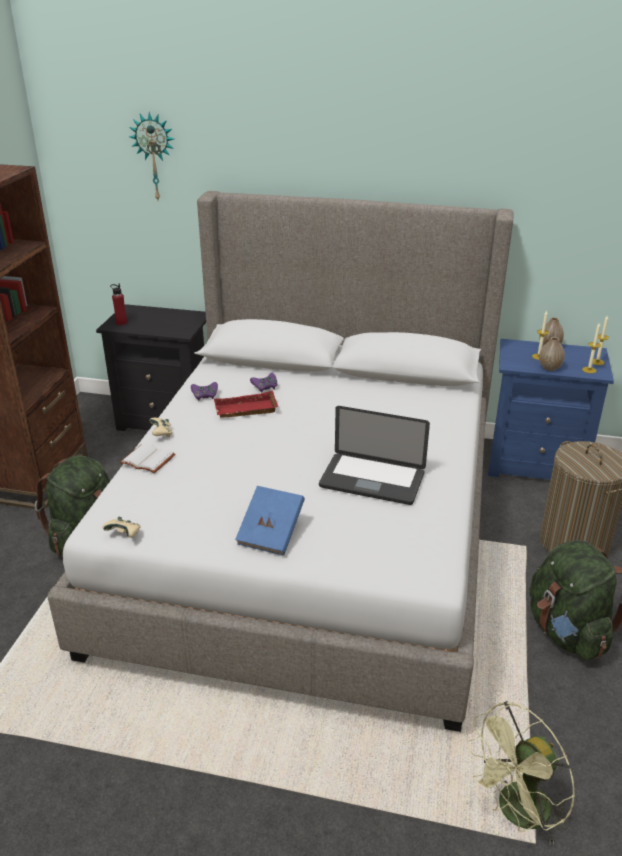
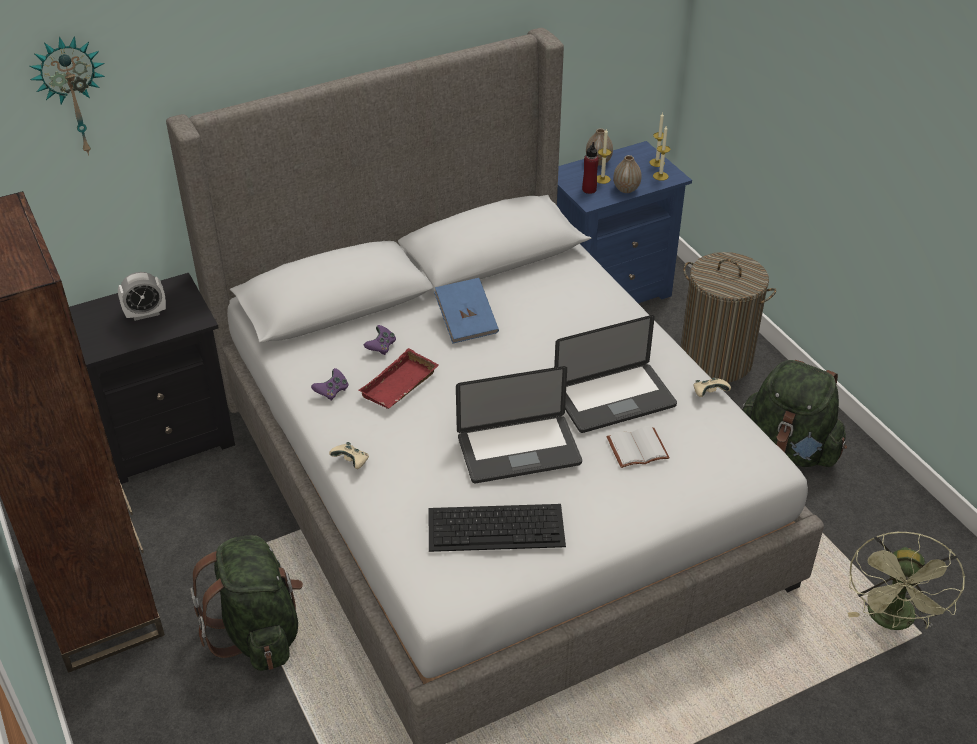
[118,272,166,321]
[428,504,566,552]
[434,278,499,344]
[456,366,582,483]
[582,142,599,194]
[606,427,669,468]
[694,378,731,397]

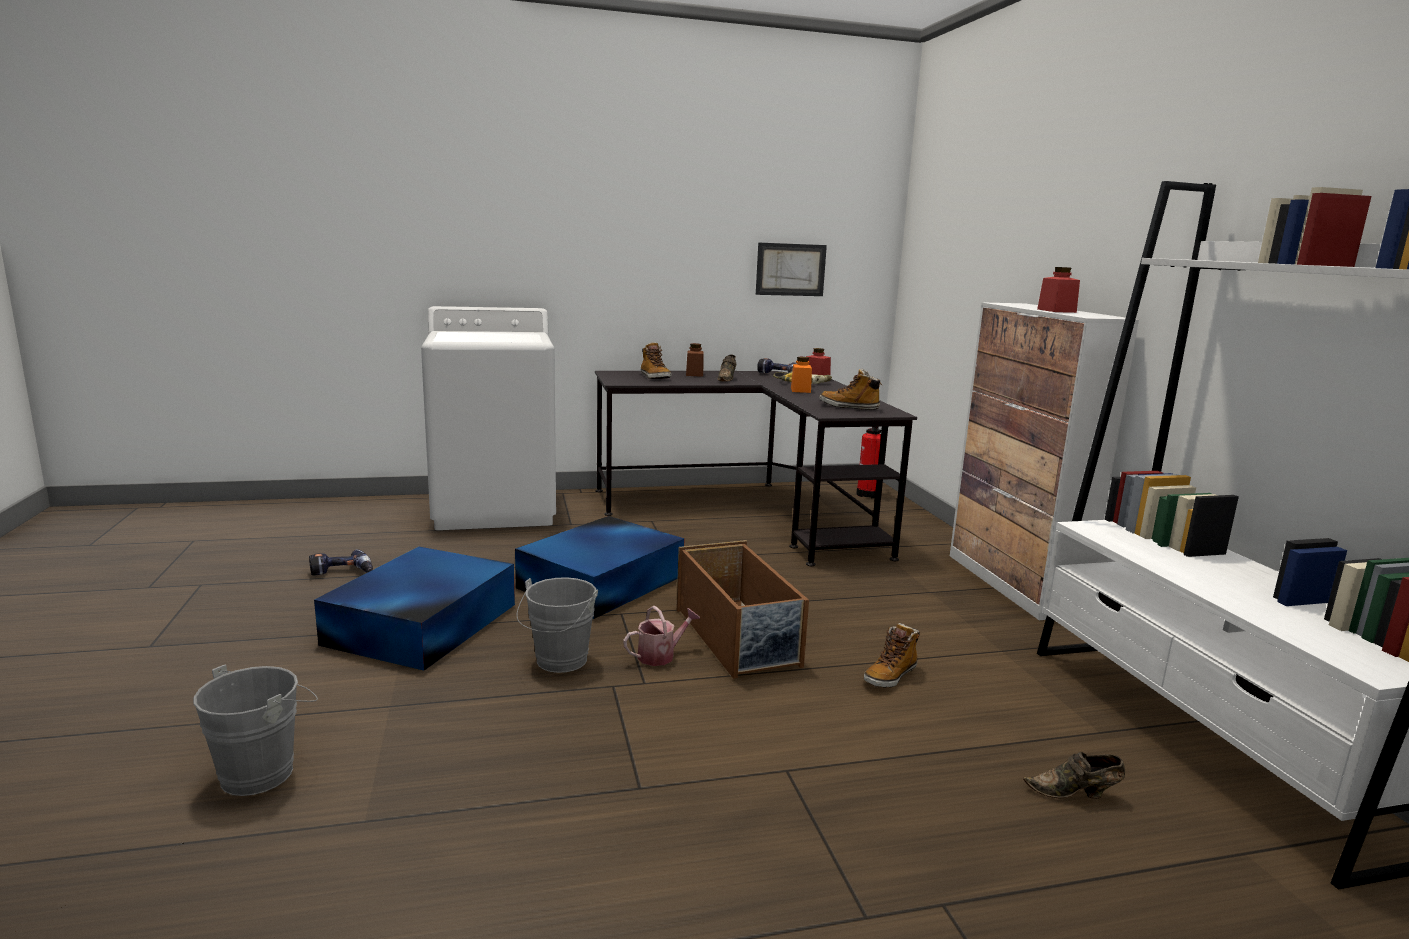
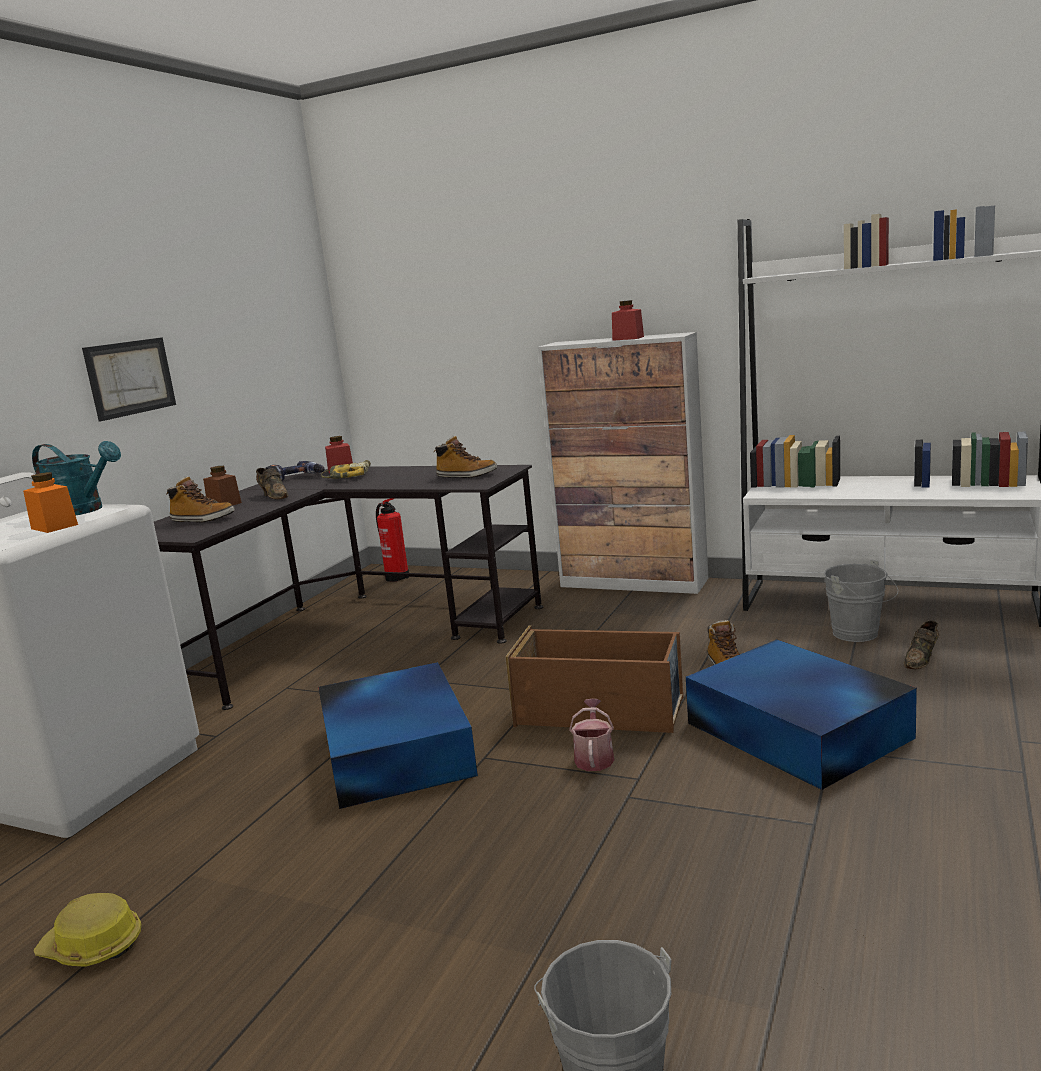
[23,472,78,533]
[32,441,121,515]
[34,893,142,967]
[82,337,176,421]
[434,436,497,478]
[686,639,917,790]
[823,559,898,642]

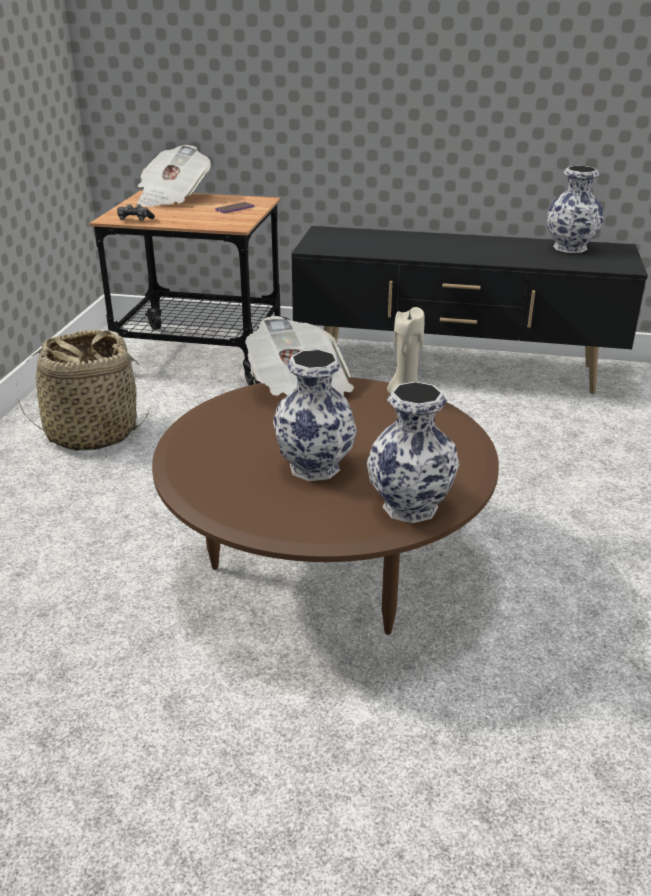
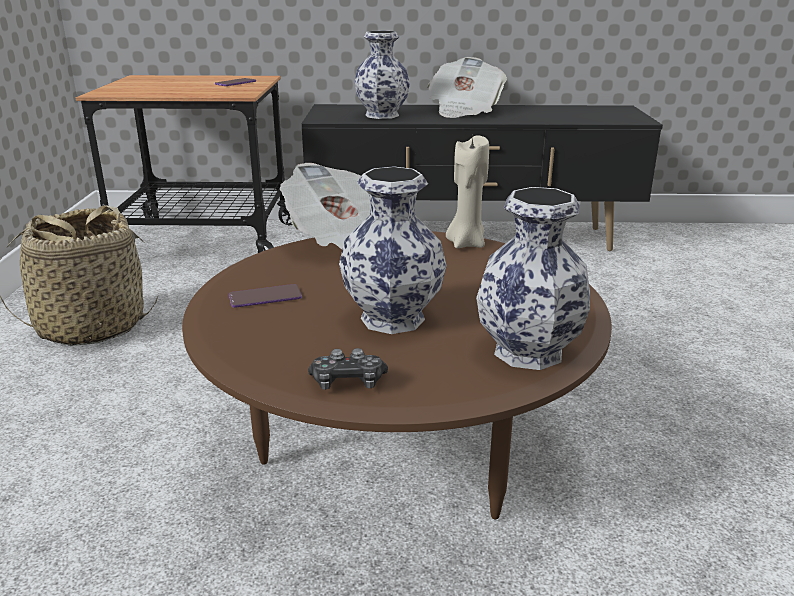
[229,284,302,308]
[308,348,388,390]
[354,31,410,119]
[428,57,507,118]

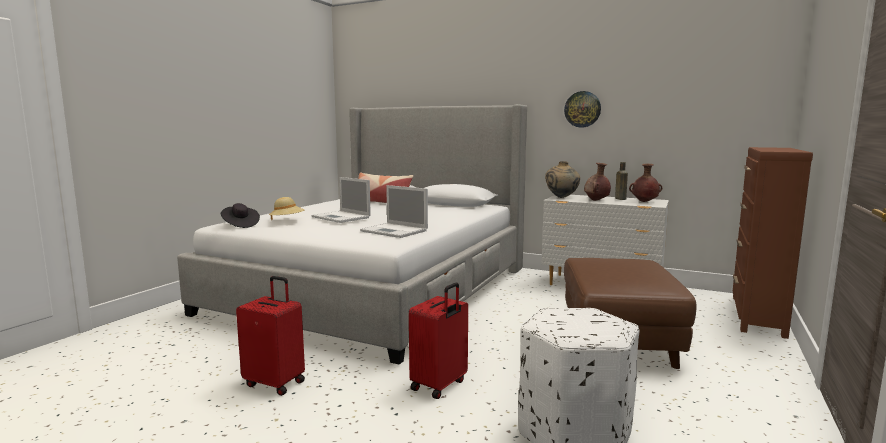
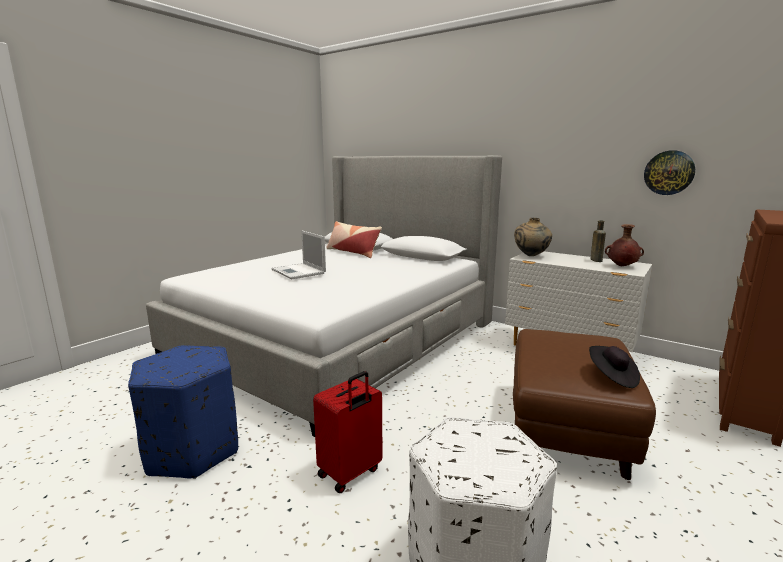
[128,345,238,479]
[589,346,640,388]
[644,150,695,195]
[269,197,304,220] (first image)
[360,185,428,238] (first image)
[584,163,611,201] (first image)

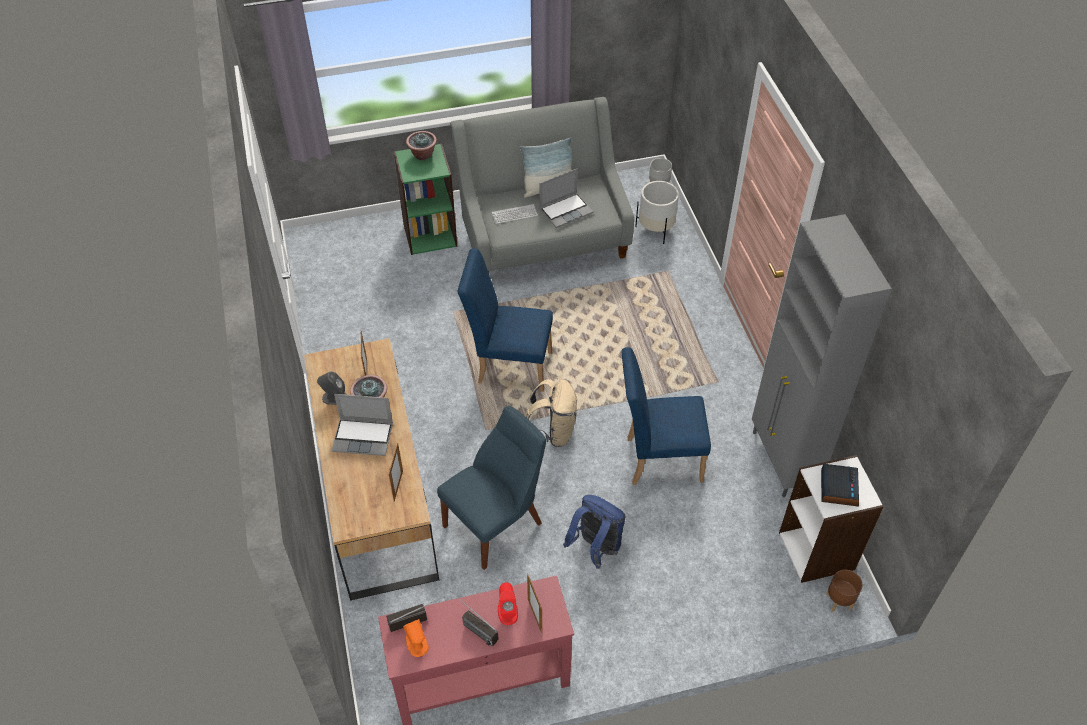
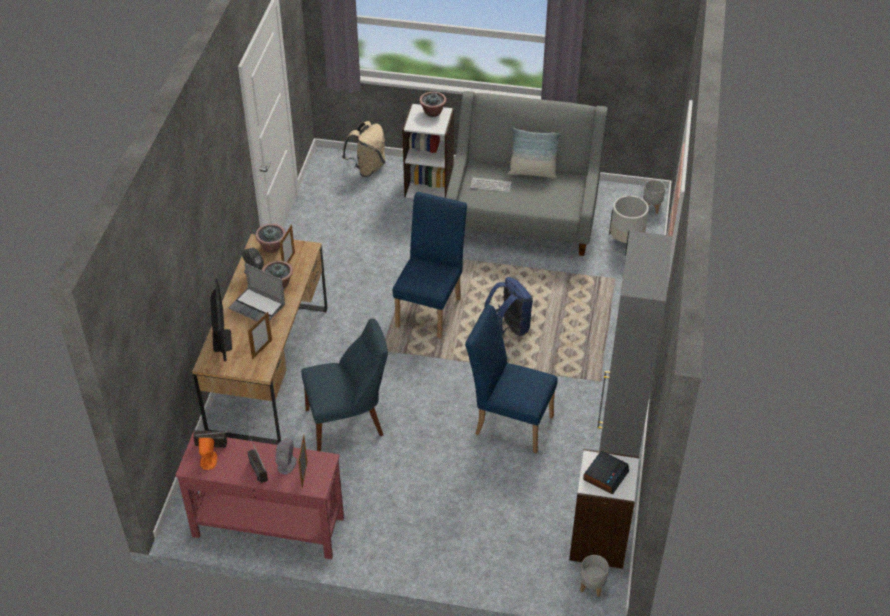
[210,278,232,361]
[255,224,286,253]
[275,438,297,474]
[342,121,385,177]
[393,192,467,338]
[402,103,454,199]
[484,277,533,336]
[580,555,609,597]
[539,169,593,228] (first image)

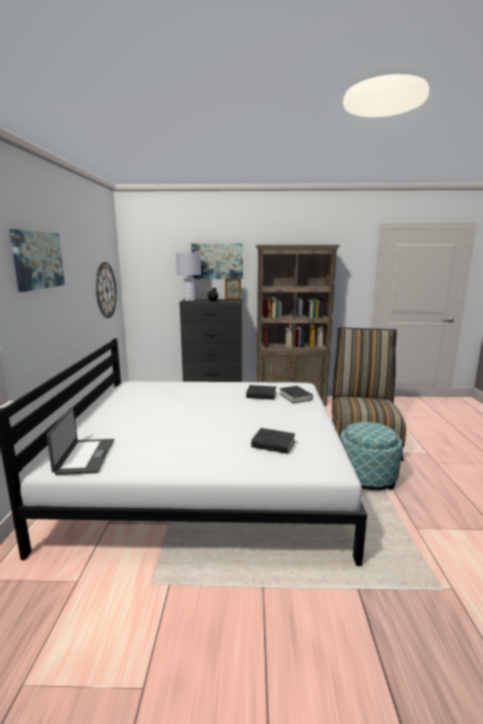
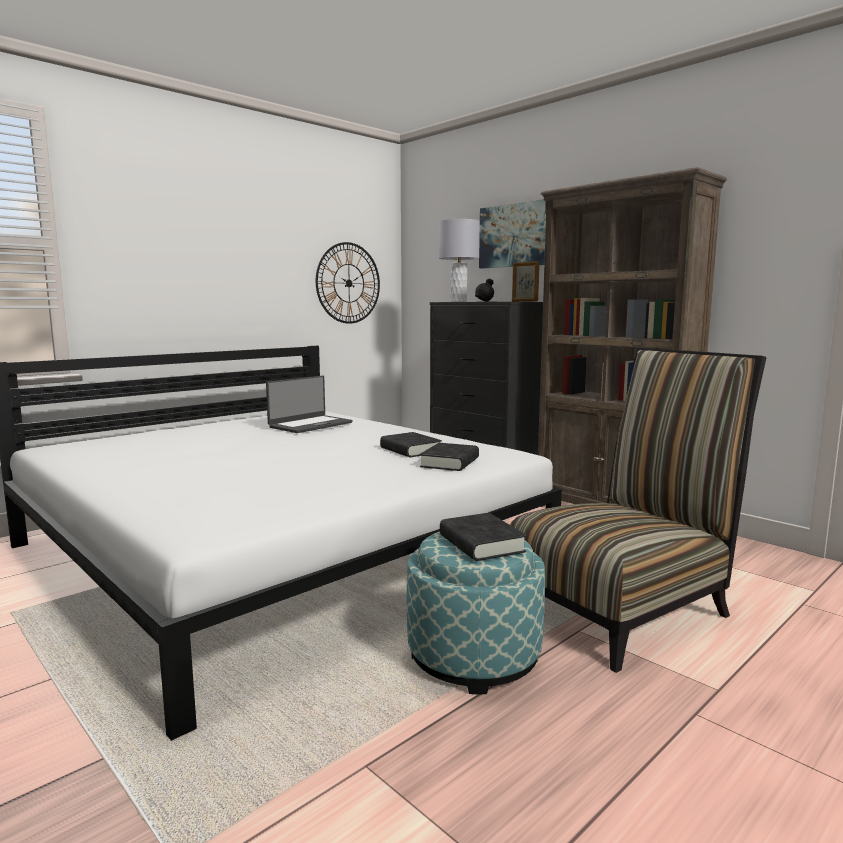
[266,376,353,433]
[440,513,527,561]
[9,229,65,292] (first image)

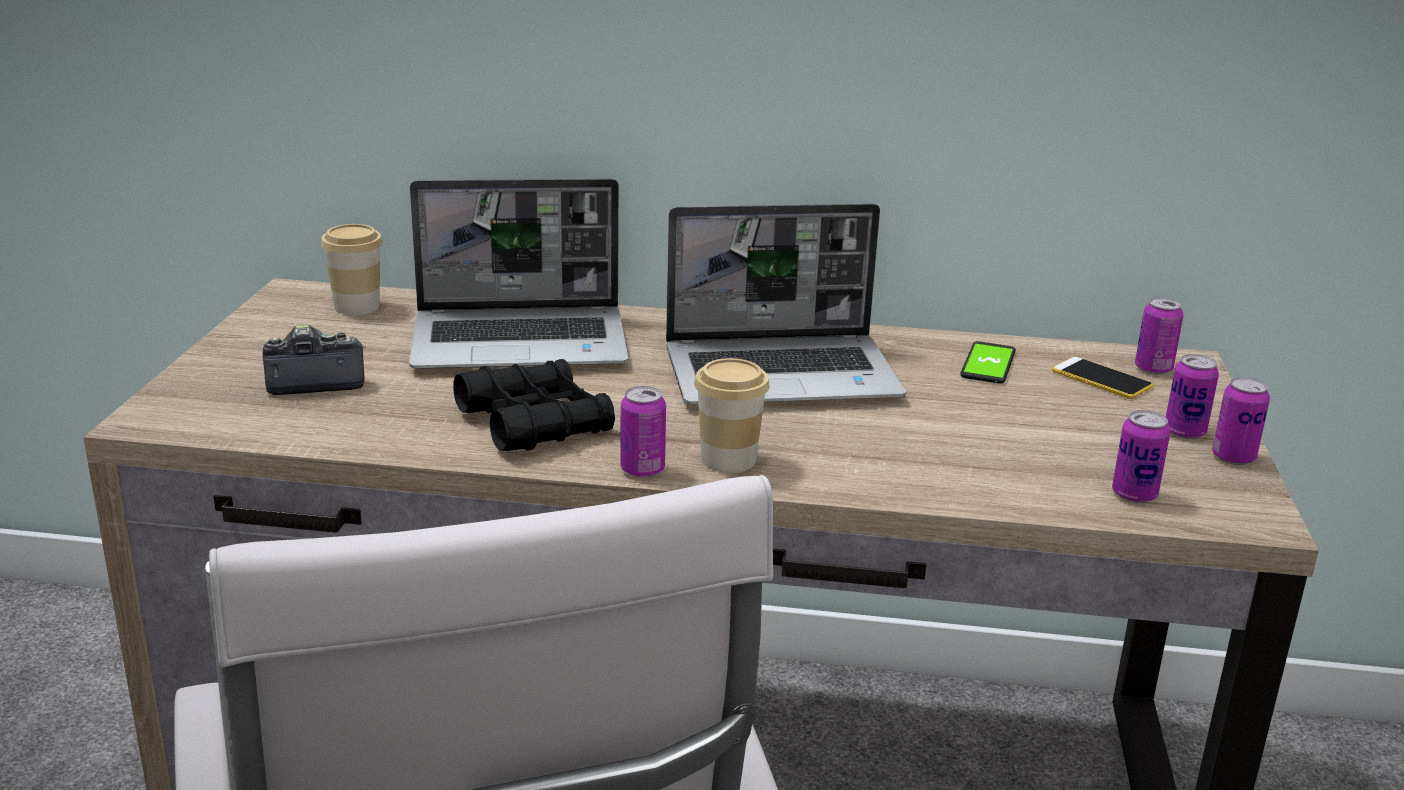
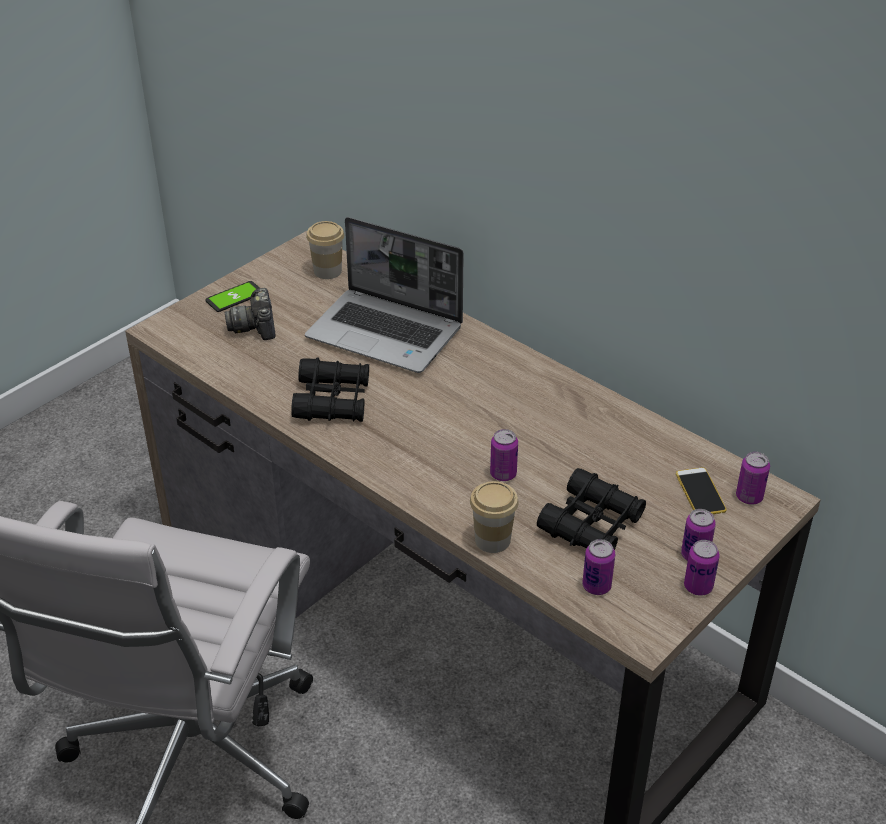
[205,281,260,312]
[225,288,276,340]
[470,481,519,553]
[490,429,518,481]
[537,468,646,550]
[666,204,906,404] (first image)

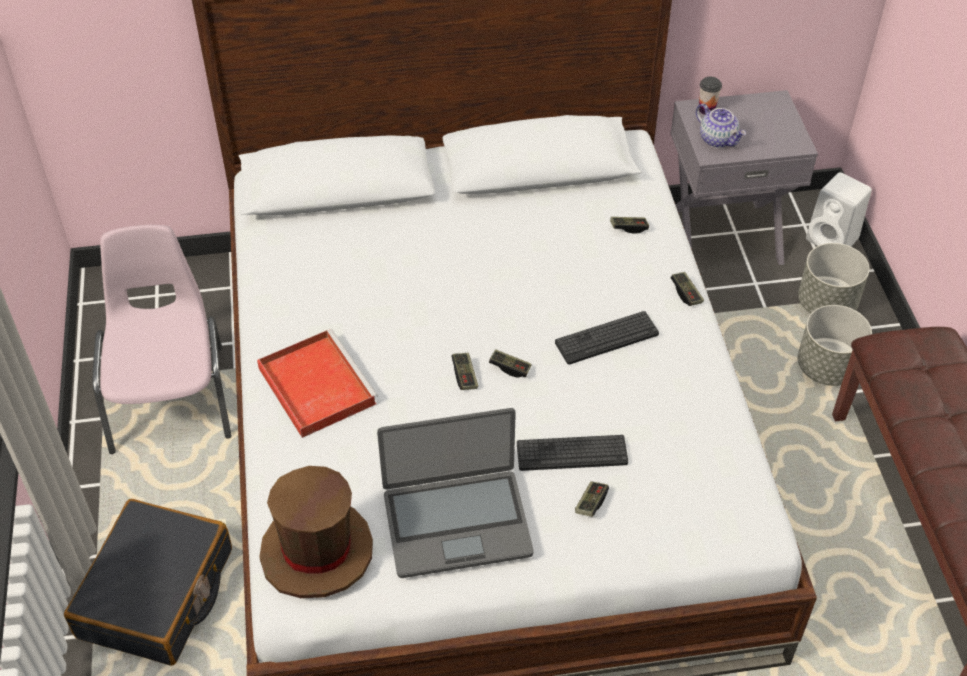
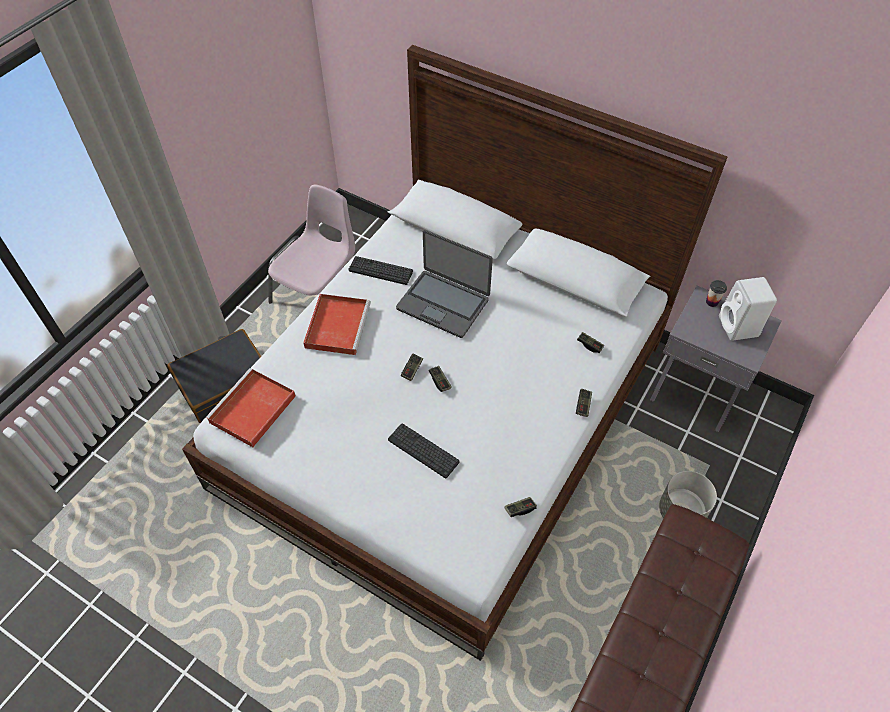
[206,368,296,447]
[348,256,413,285]
[396,230,493,338]
[505,497,537,517]
[719,277,777,341]
[696,103,746,148] (first image)
[798,243,870,313] (first image)

